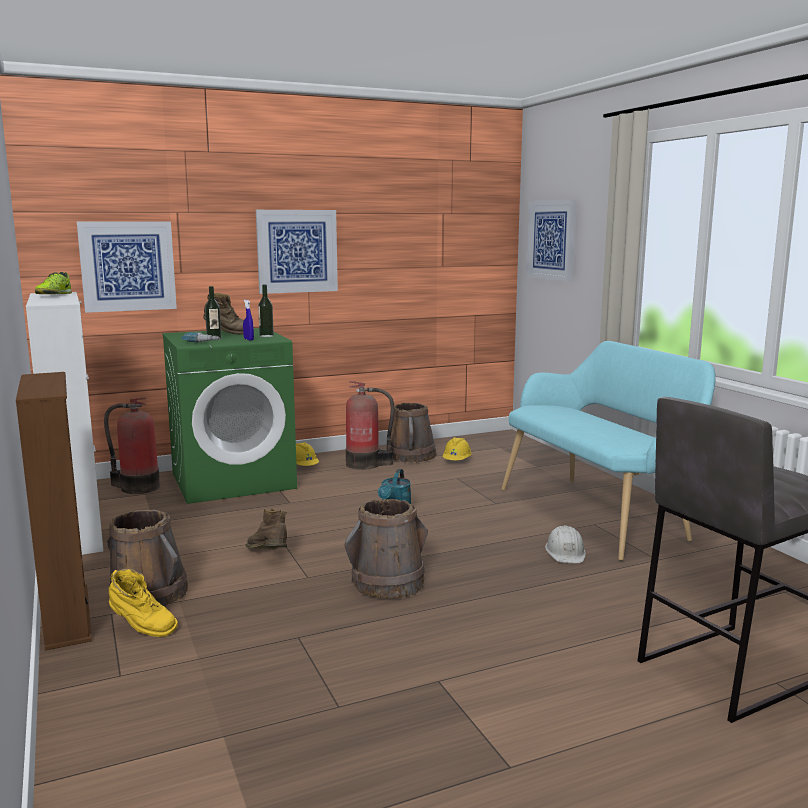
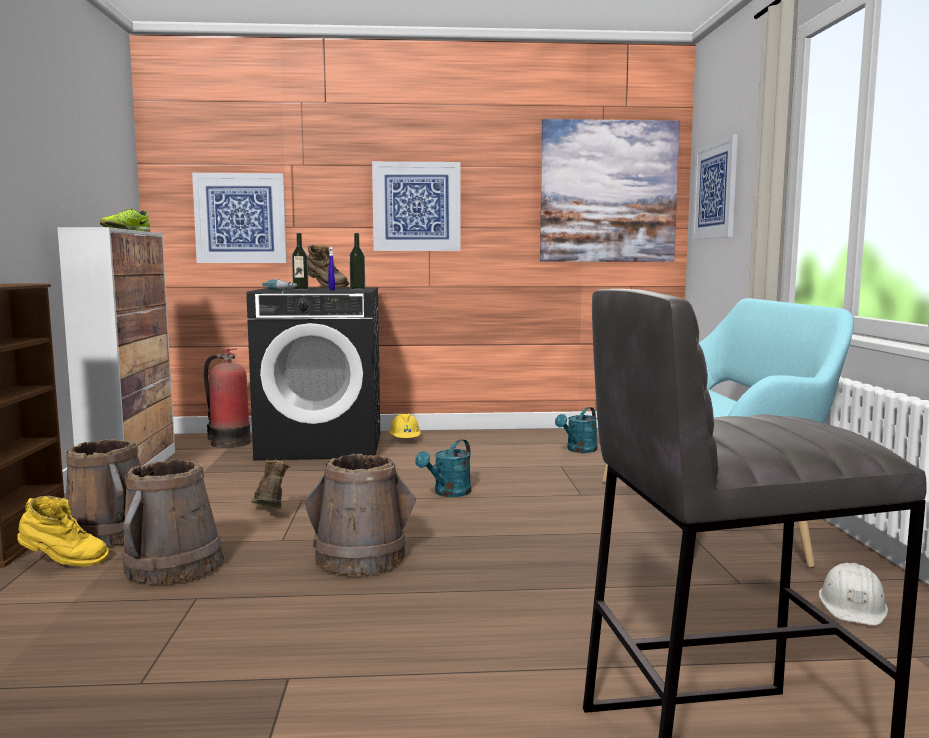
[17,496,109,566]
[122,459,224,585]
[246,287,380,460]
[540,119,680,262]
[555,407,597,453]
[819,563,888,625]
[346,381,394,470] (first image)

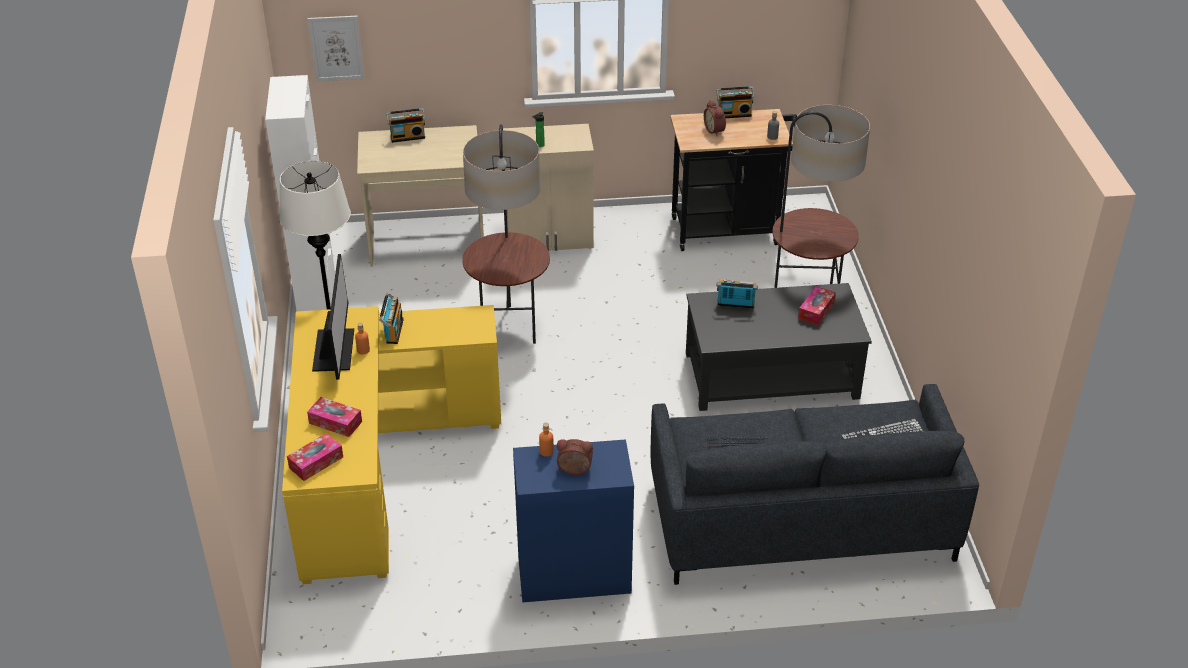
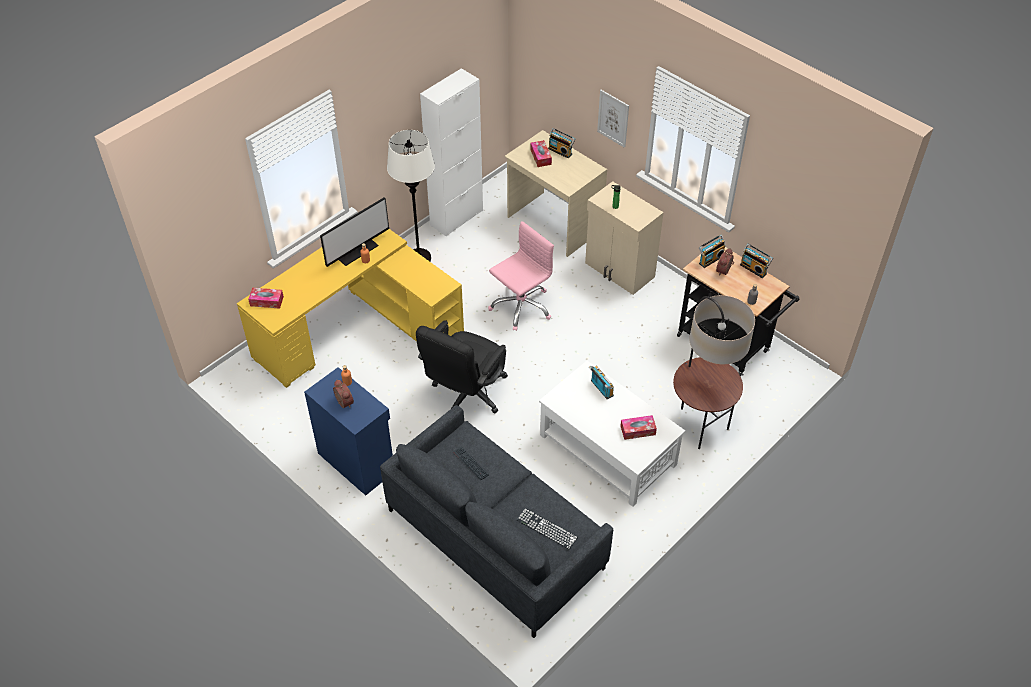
[416,320,508,413]
[488,221,554,331]
[530,140,552,167]
[539,361,685,507]
[597,90,629,148]
[699,235,725,268]

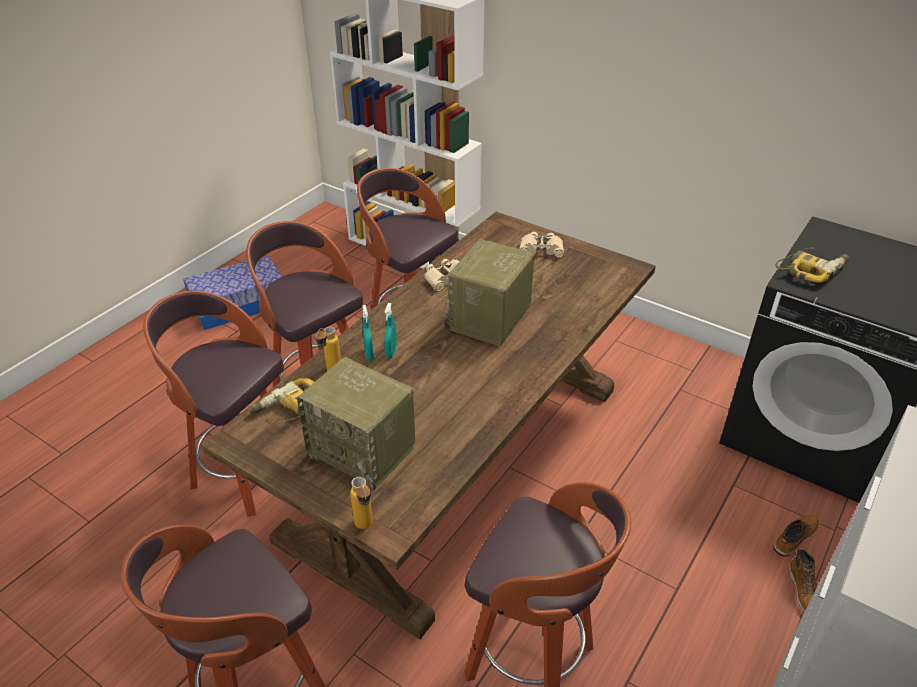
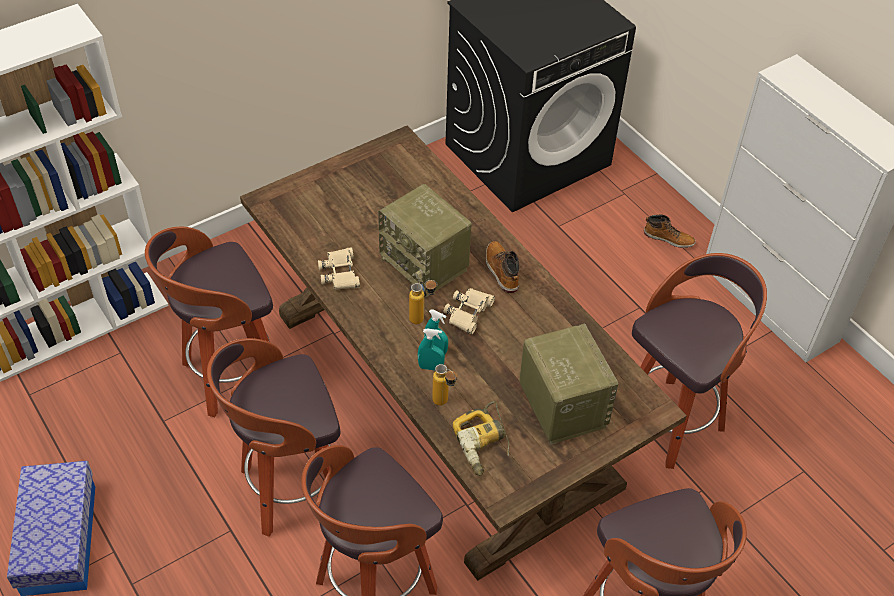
[409,280,437,324]
[444,288,495,334]
[486,241,520,293]
[519,324,618,444]
[775,248,849,283] (first image)

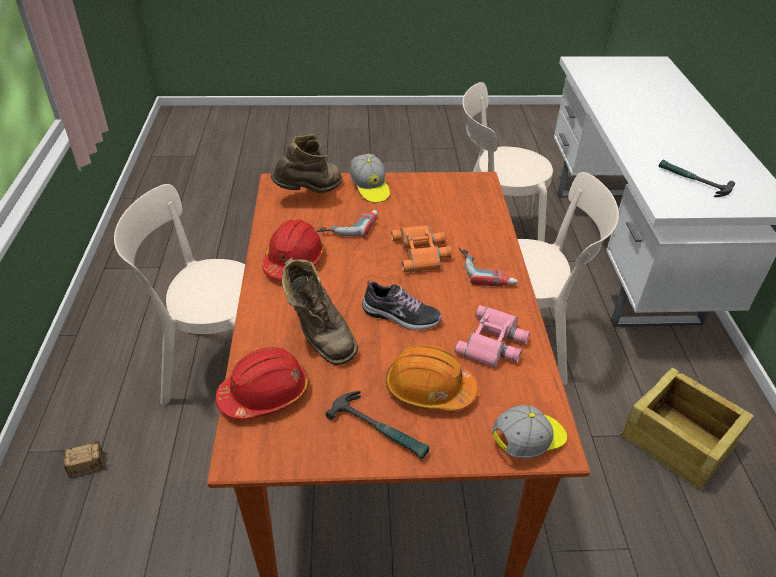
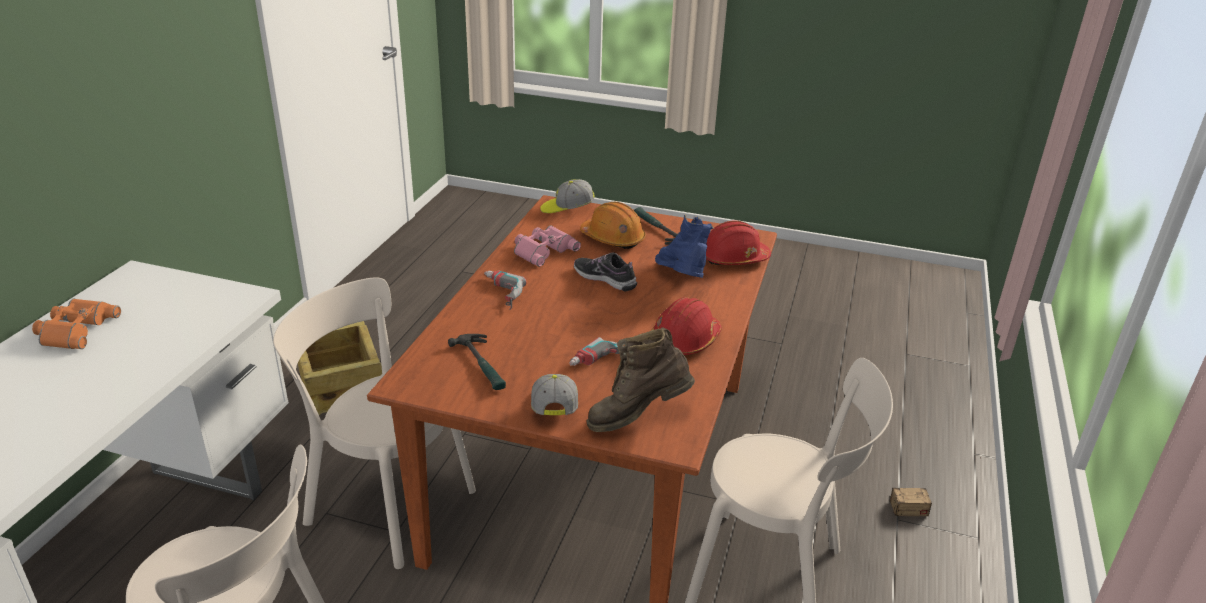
[32,299,121,349]
[448,334,506,390]
[655,215,714,278]

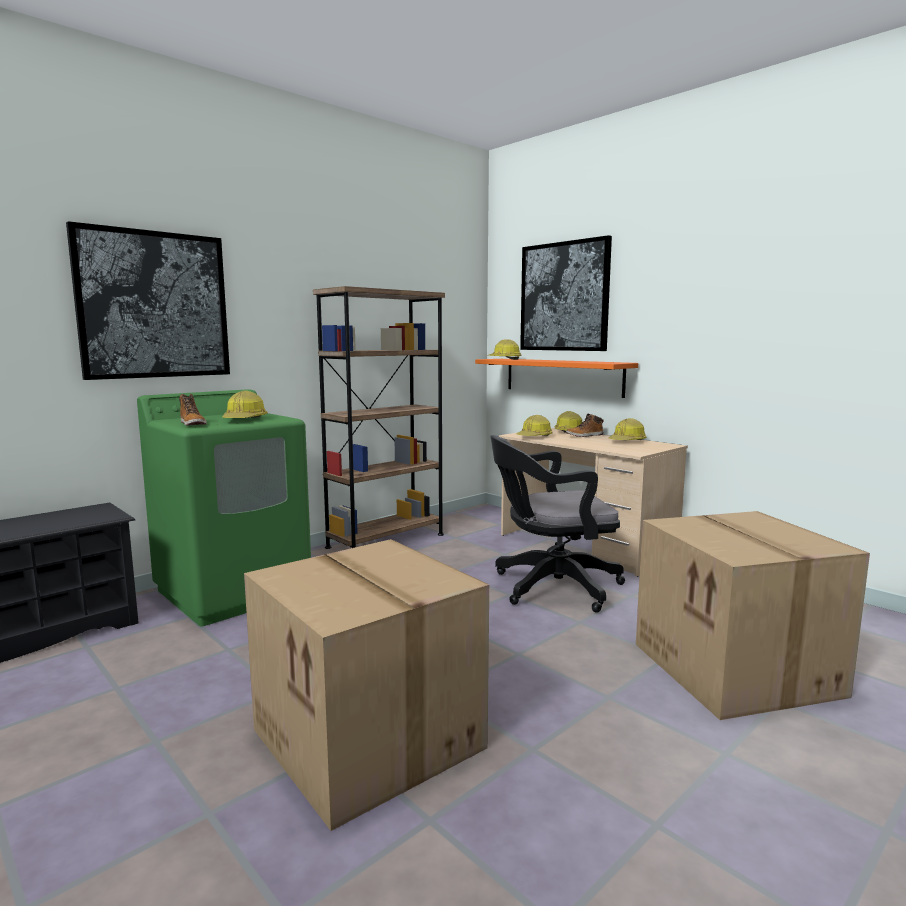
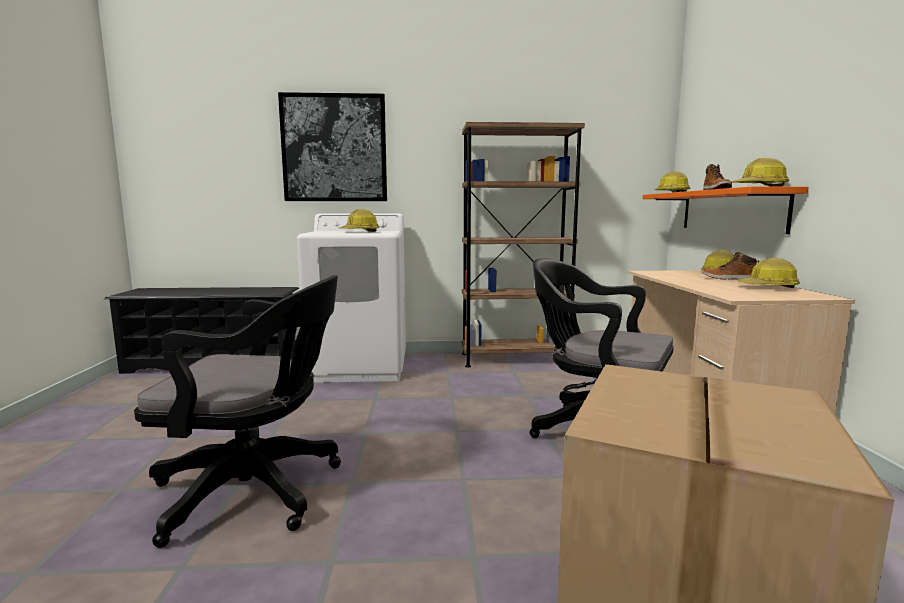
[134,275,341,548]
[297,214,406,383]
[703,164,732,190]
[731,158,789,187]
[520,235,612,351] (first image)

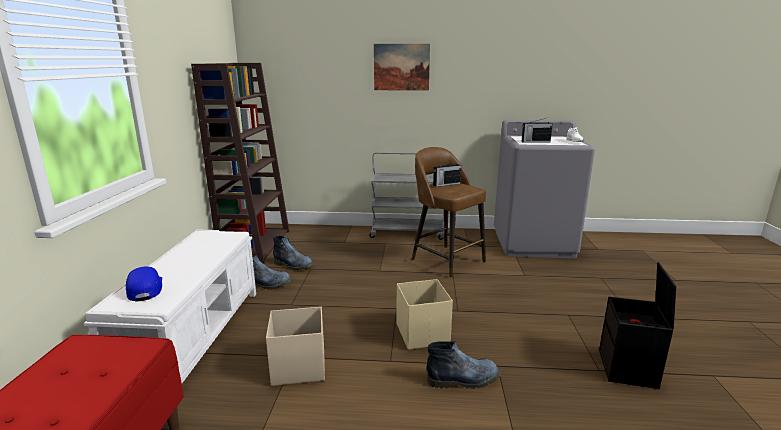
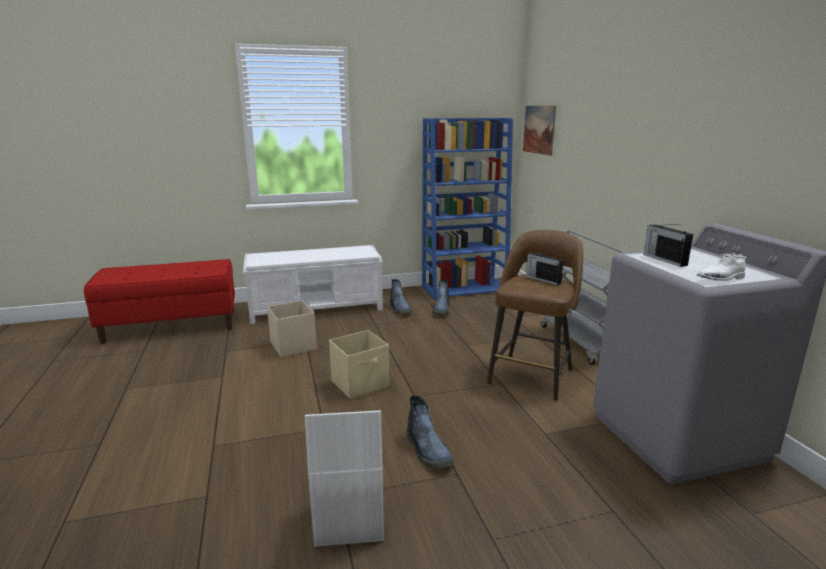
[305,411,384,547]
[407,396,453,468]
[422,118,513,300]
[523,106,556,156]
[126,267,162,301] (first image)

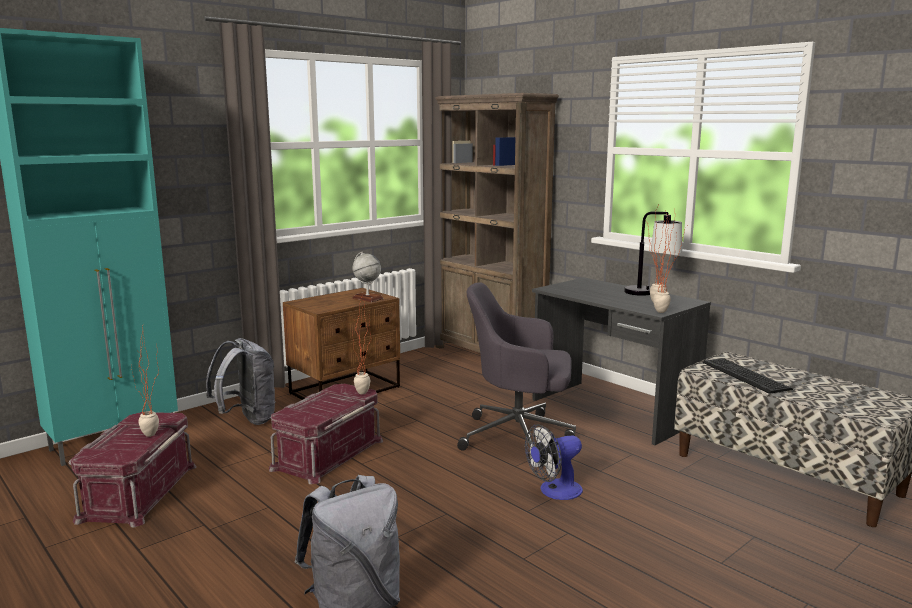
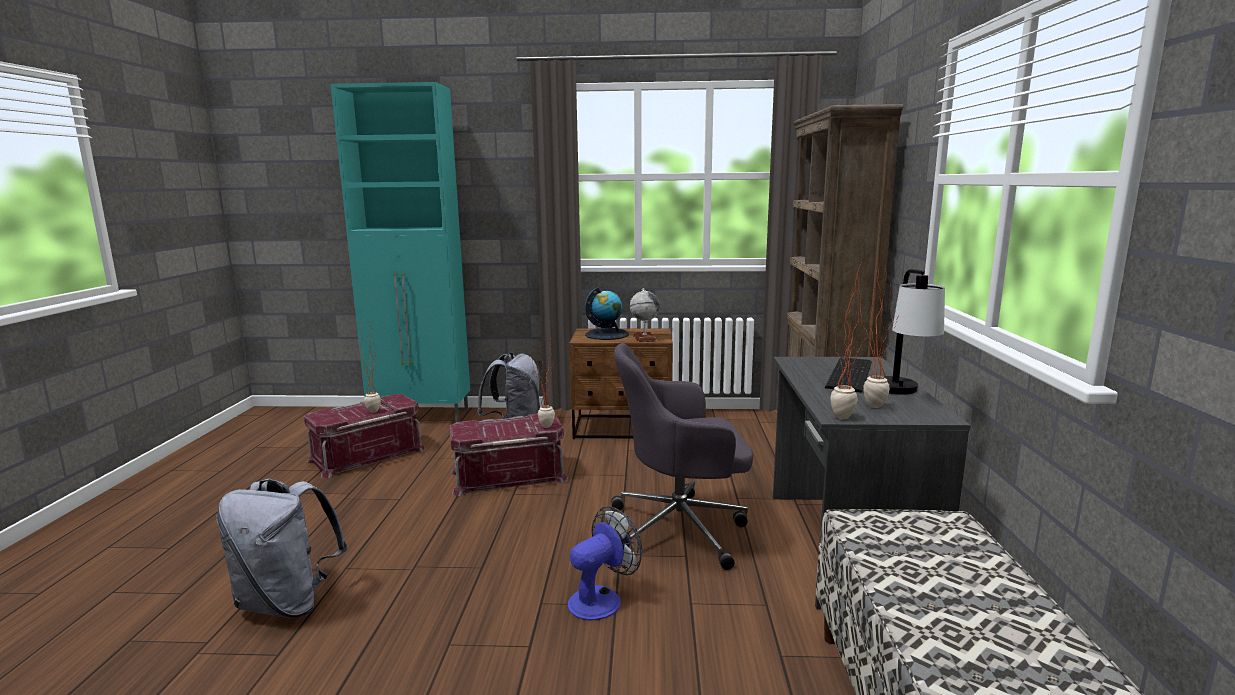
[568,506,642,621]
[585,287,629,340]
[611,343,753,570]
[825,357,872,392]

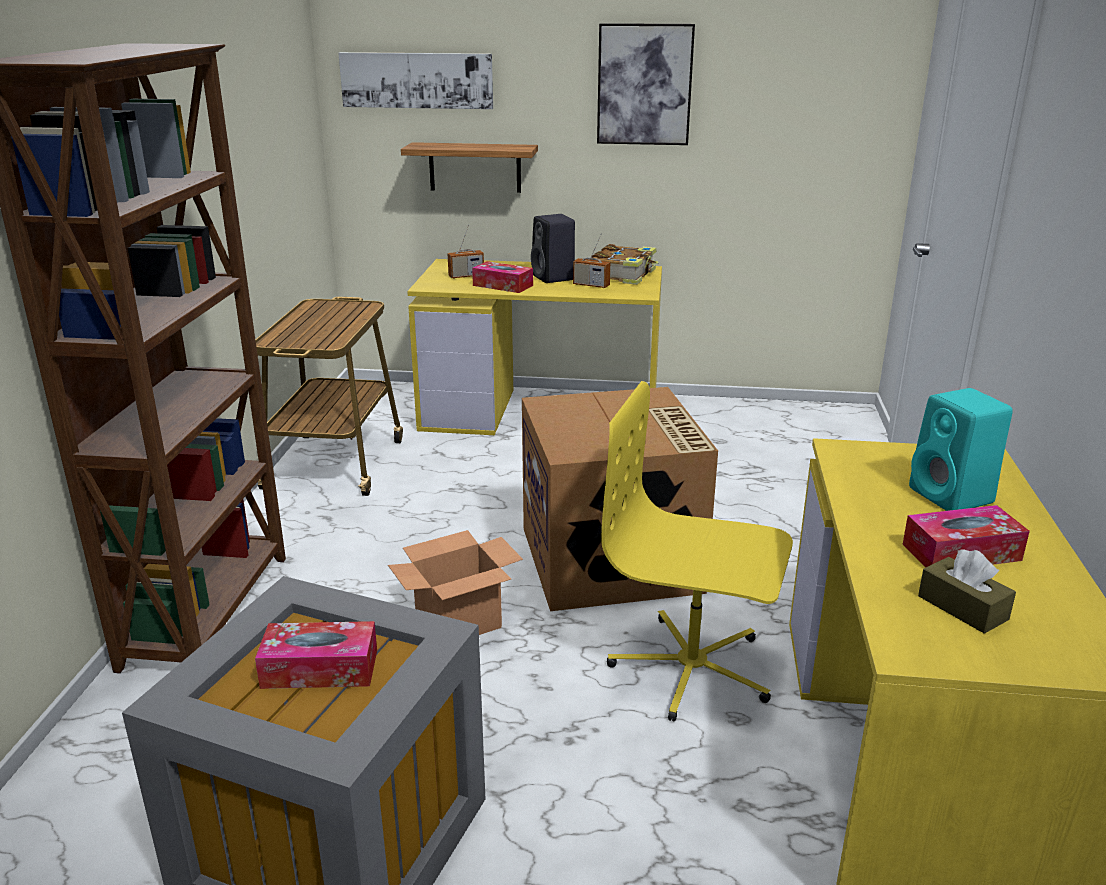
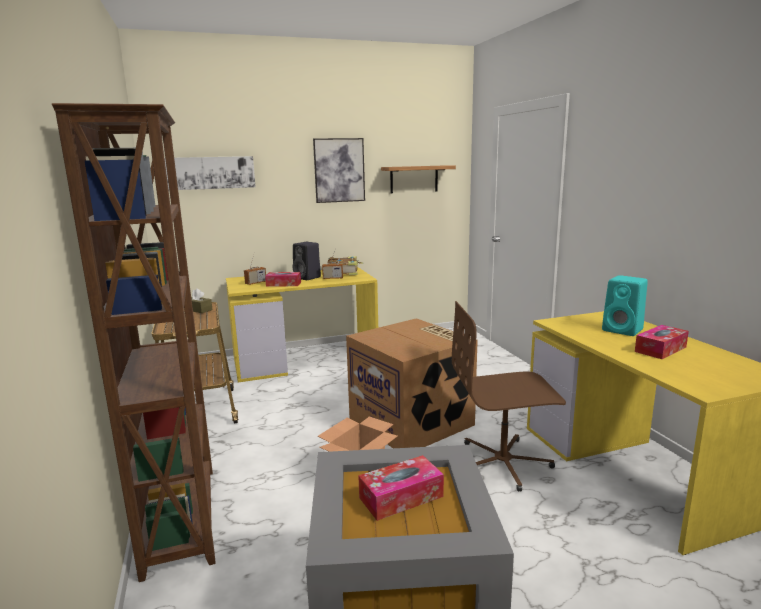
[184,288,212,313]
[381,165,456,193]
[452,301,566,492]

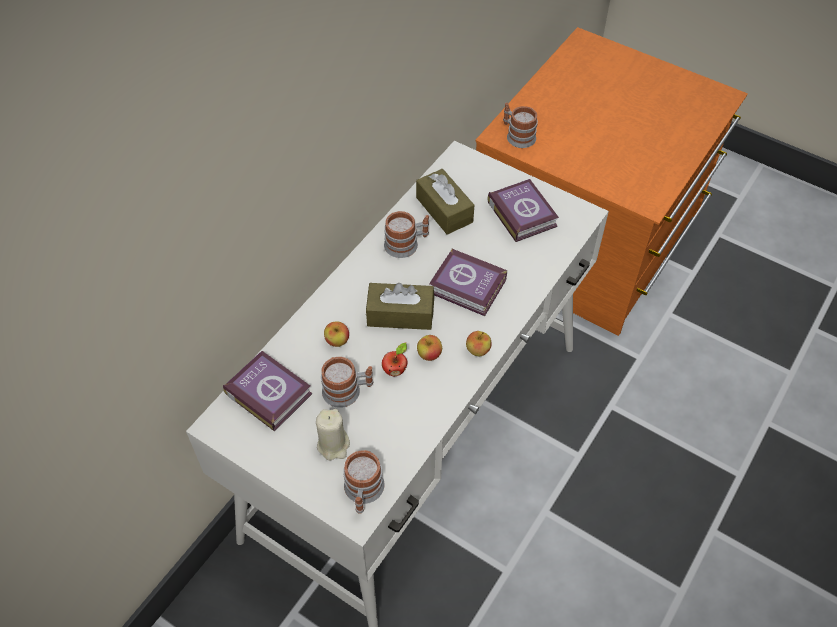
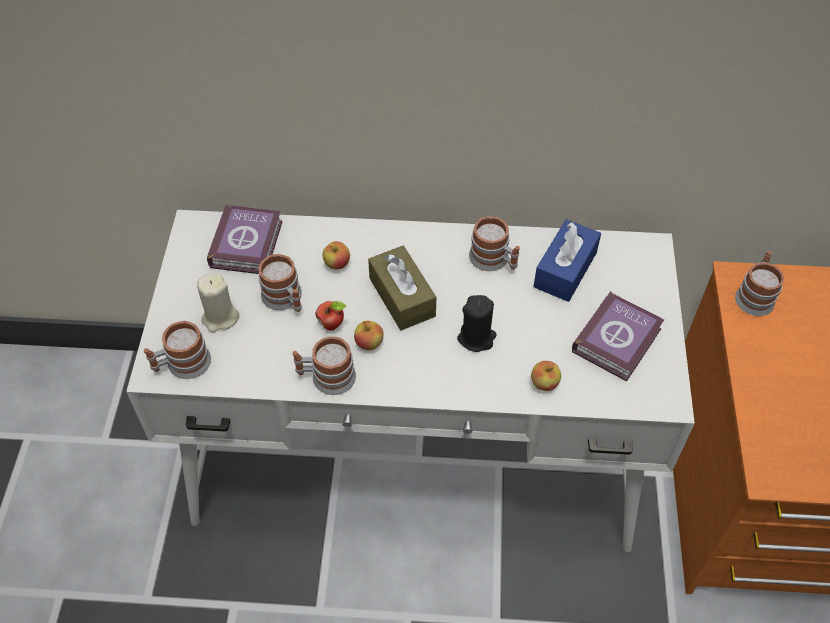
[292,337,356,395]
[457,295,497,352]
[531,361,561,391]
[533,219,601,302]

